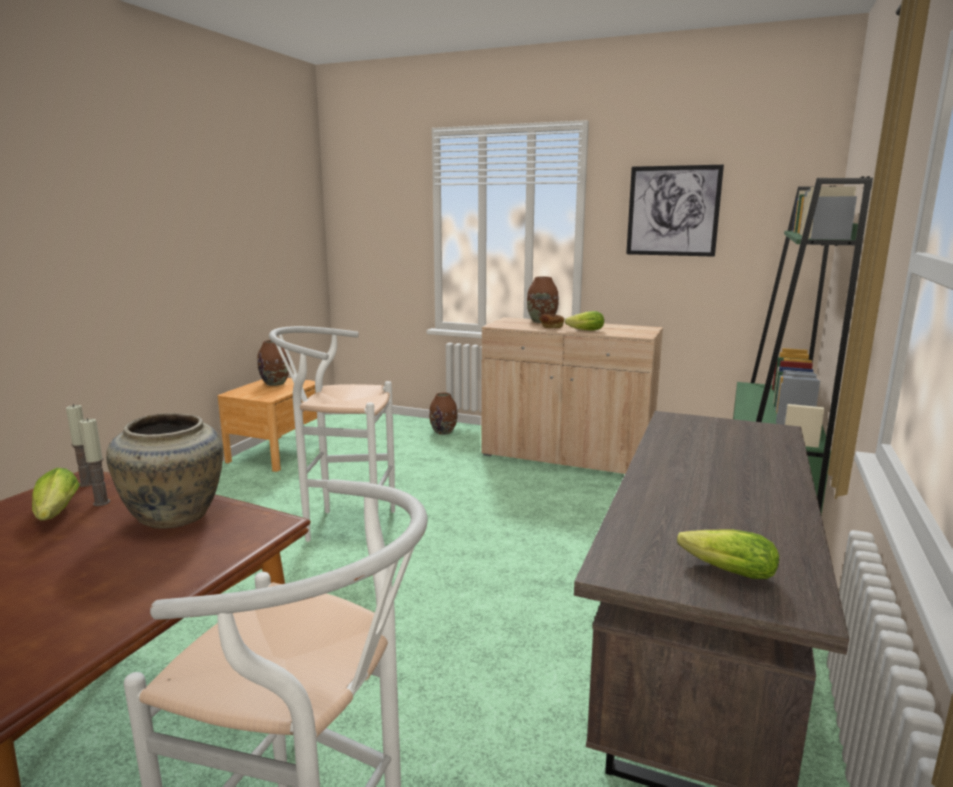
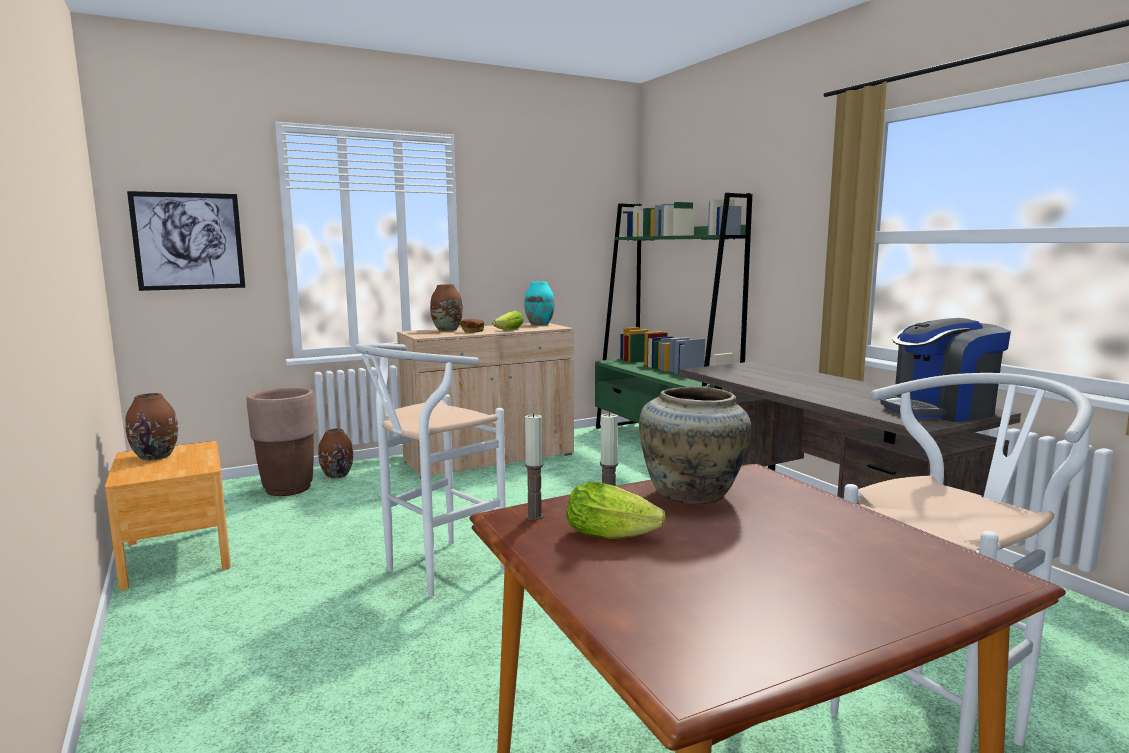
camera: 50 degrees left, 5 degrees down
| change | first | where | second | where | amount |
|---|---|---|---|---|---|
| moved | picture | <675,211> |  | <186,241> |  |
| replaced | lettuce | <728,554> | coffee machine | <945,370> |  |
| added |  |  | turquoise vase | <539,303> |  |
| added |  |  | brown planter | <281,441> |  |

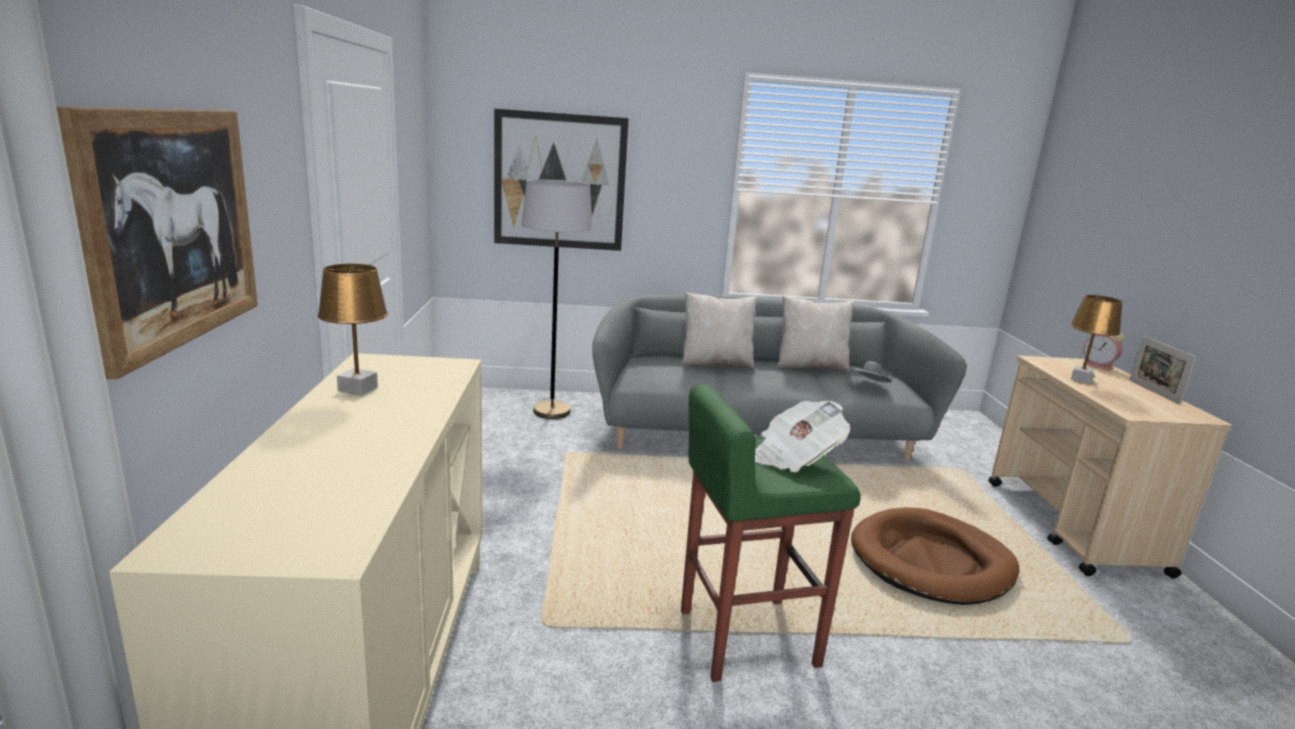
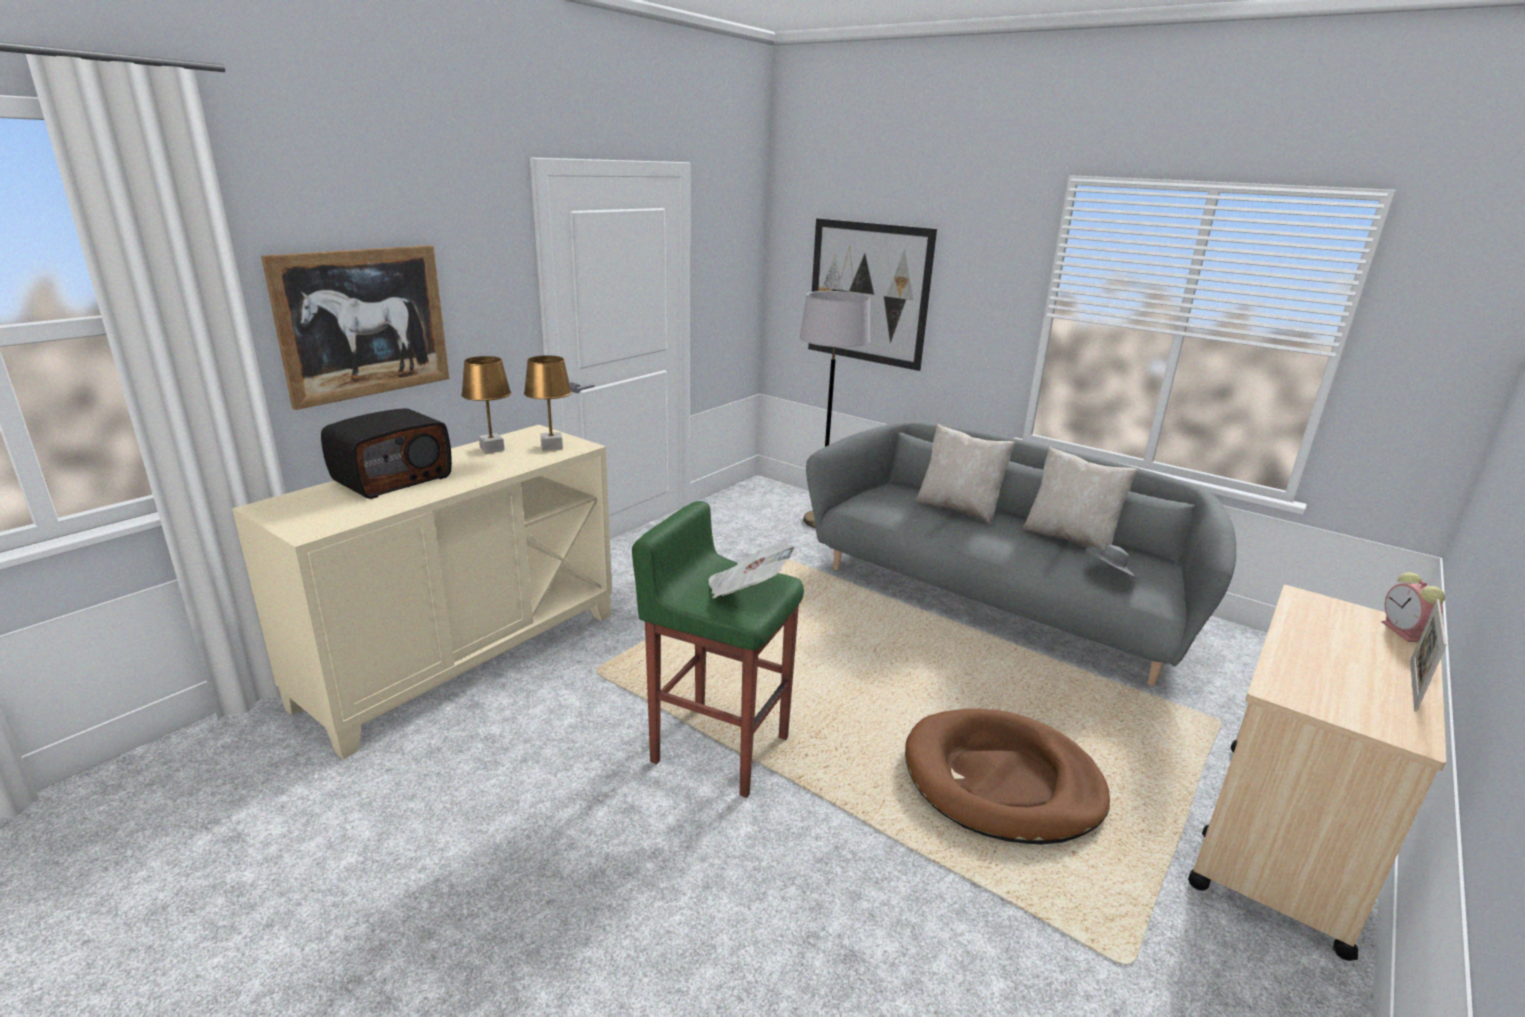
camera: 40 degrees right, 5 degrees up
| change | first | where | second | where | amount |
|---|---|---|---|---|---|
| moved | brown table lamp | <1096,339> |  | <548,403> |  |
| added |  |  | radio | <386,453> |  |

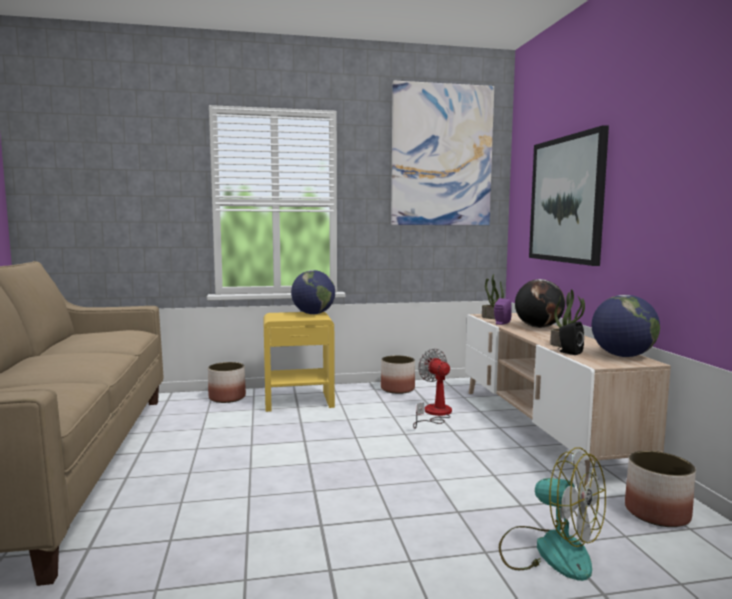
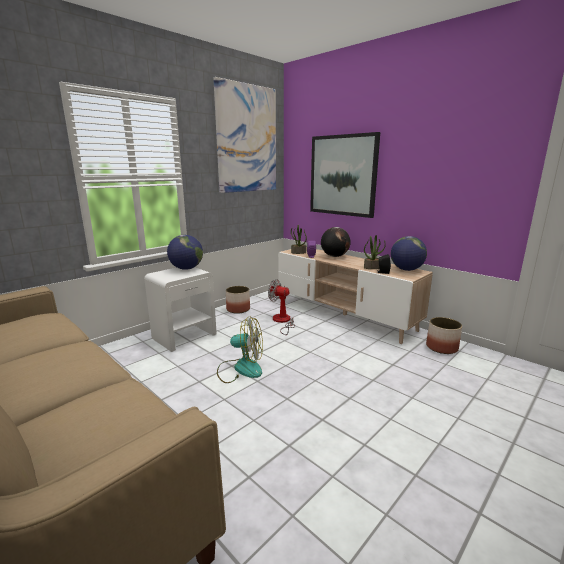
camera: 35 degrees left, 10 degrees up
| change | first | where | second | where | amount |
|---|---|---|---|---|---|
| recoloured | yellow nightstand | <299,362> | white nightstand | <180,309> |  |
| removed | planter | <227,382> |  |  |  |
| moved | fan | <552,514> |  | <240,349> |  |

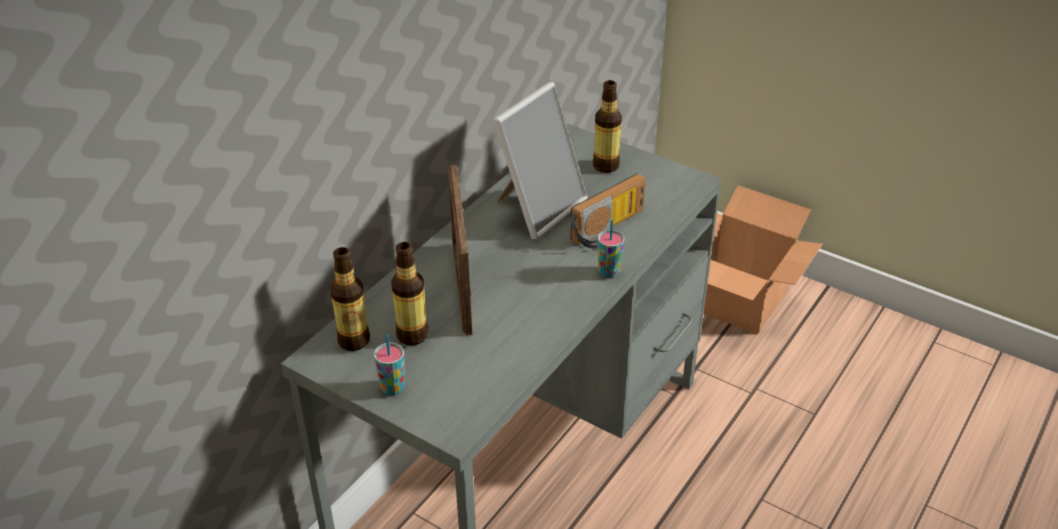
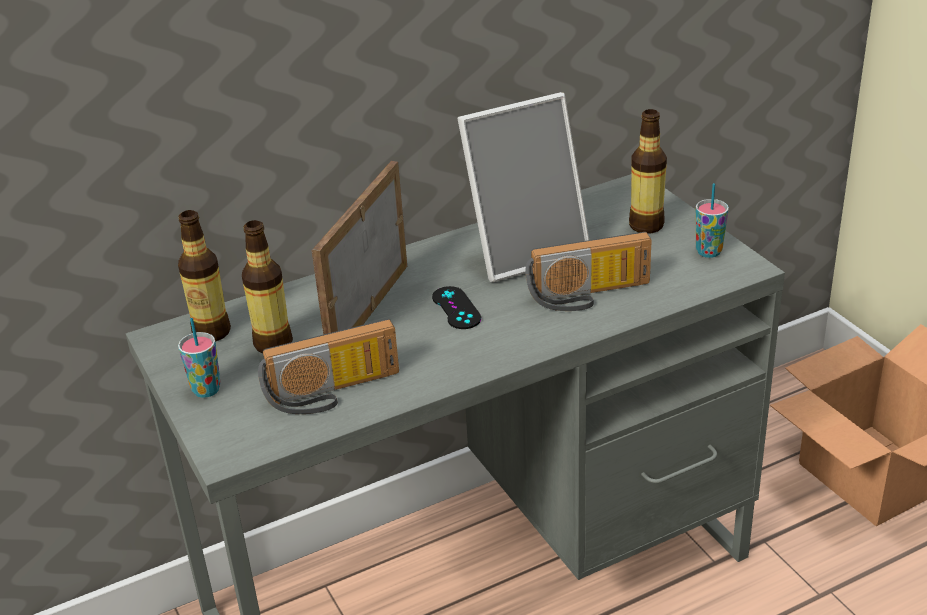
camera: 30 degrees right, 5 degrees down
| change | first | where | second | where | amount |
|---|---|---|---|---|---|
| moved | cup | <610,248> |  | <712,220> |  |
| added |  |  | black game controller | <456,307> |  |
| added |  |  | radio | <328,366> |  |

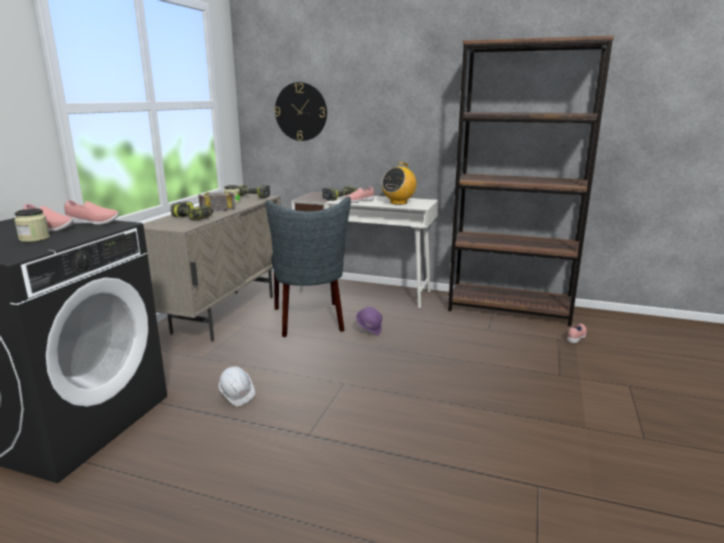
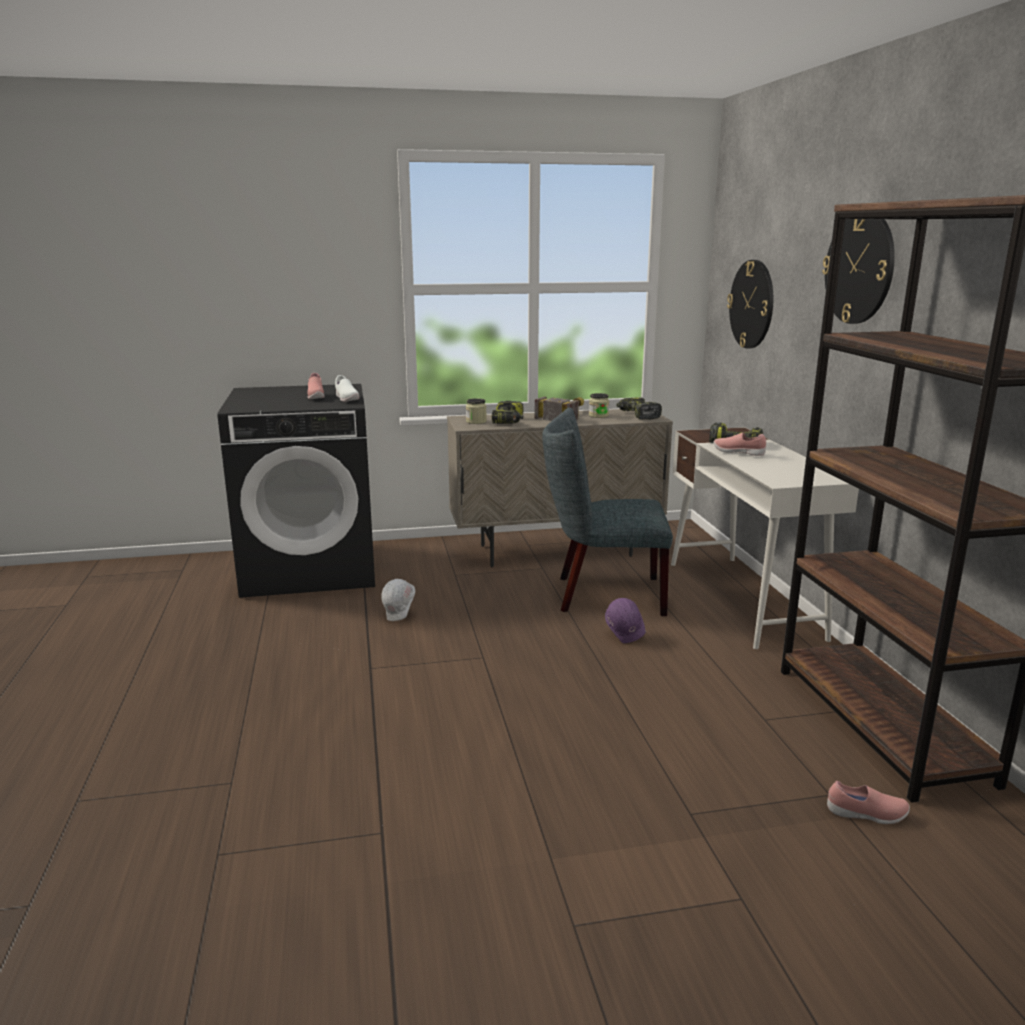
camera: 60 degrees right, 0 degrees up
| change | first | where | second | where | amount |
|---|---|---|---|---|---|
| removed | radio | <399,183> |  |  |  |
| turned | grey chair | <308,266> |  | <607,512> | 45 degrees clockwise |
| recoloured | pink shoe | <91,212> | white shoe | <347,388> |  |
| moved | jar | <32,225> |  | <476,411> |  |
| added |  |  | wall clock | <858,271> |  |

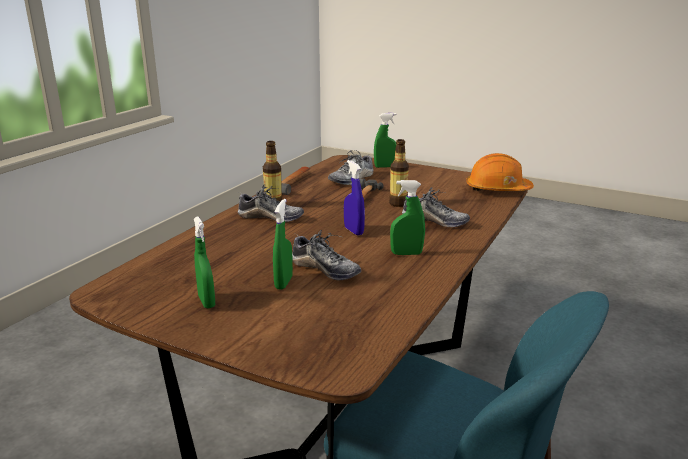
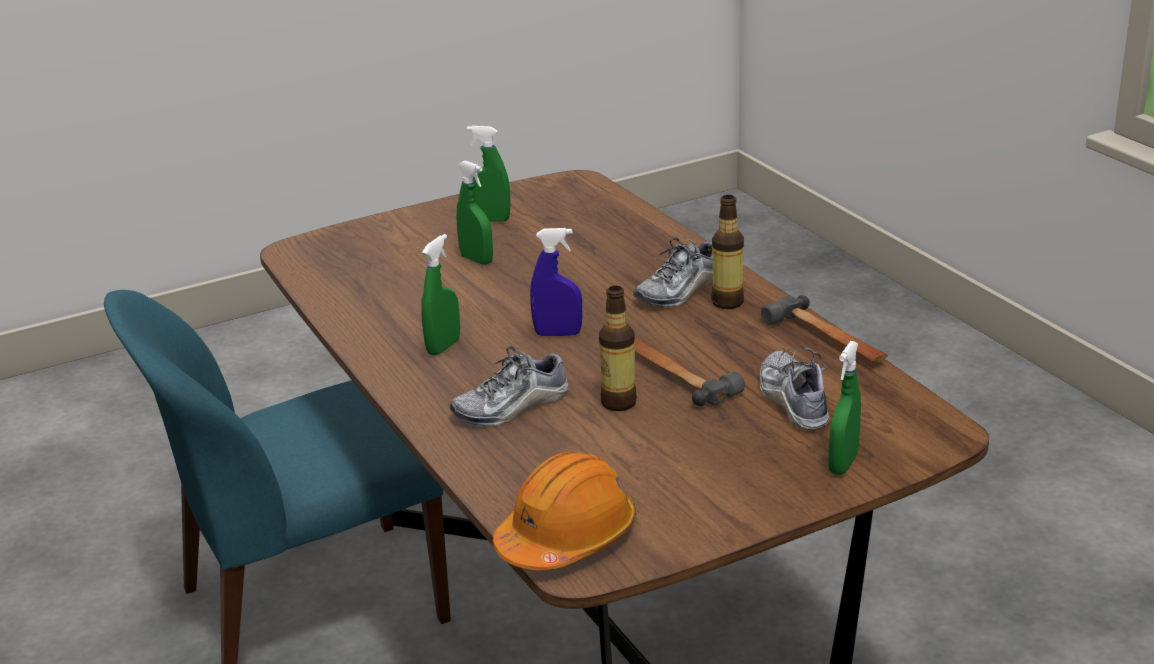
camera: 125 degrees right, 5 degrees up
| change | first | where | second | where | amount |
|---|---|---|---|---|---|
| removed | shoe | <326,255> |  |  |  |

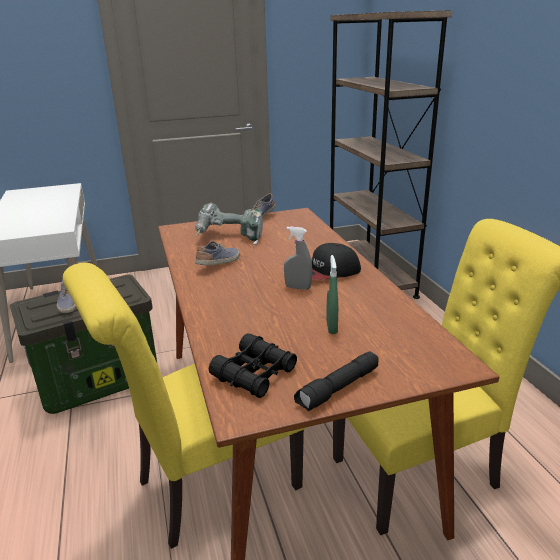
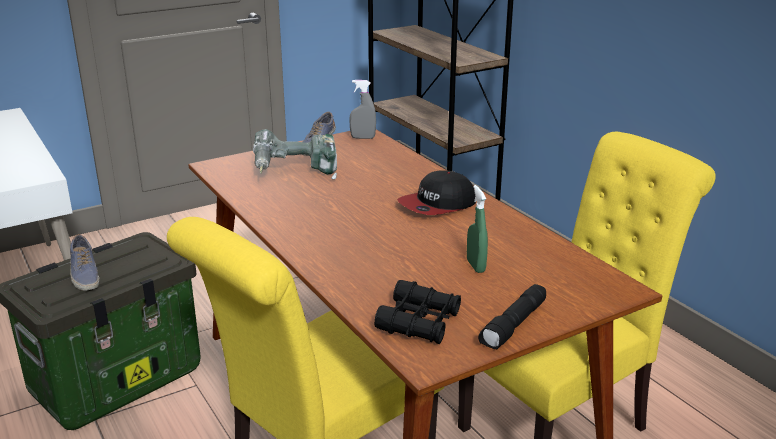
camera: 15 degrees left, 0 degrees up
| change | first | where | second | where | amount |
|---|---|---|---|---|---|
| moved | grey spray bottle | <298,258> |  | <362,109> |  |
| removed | shoe | <217,253> |  |  |  |

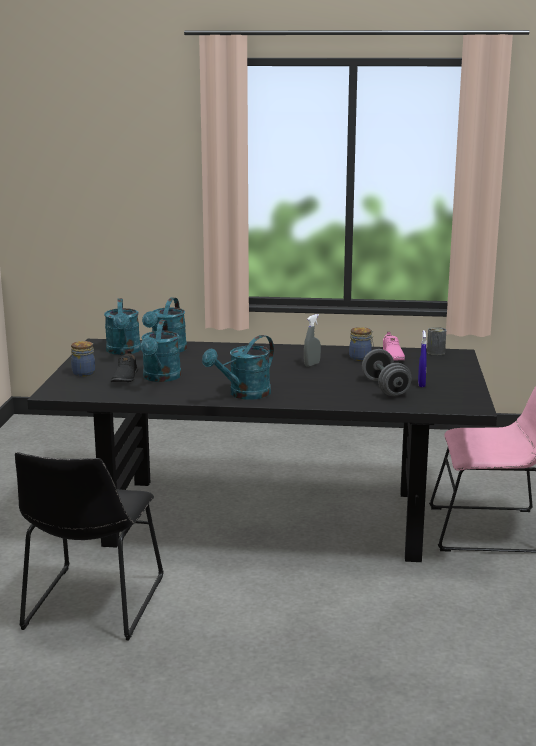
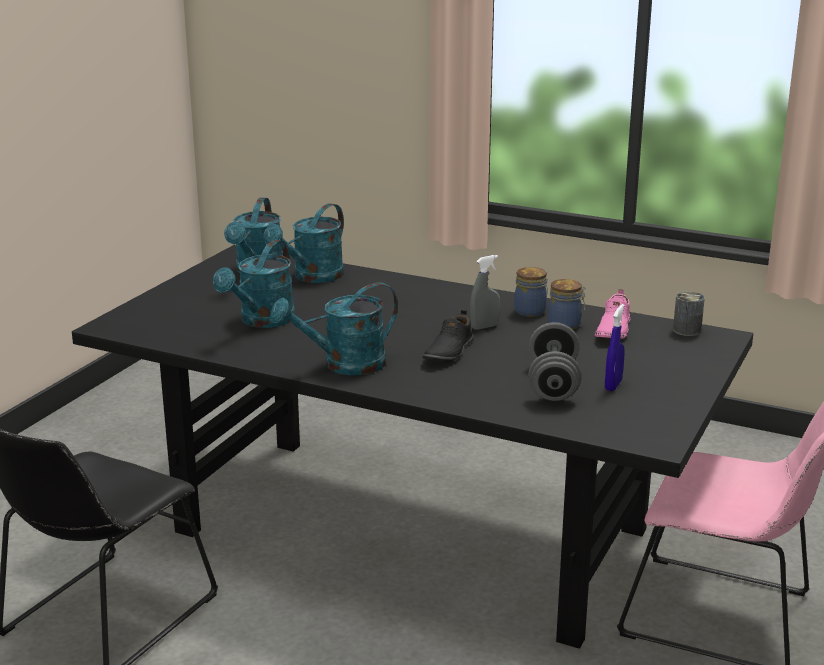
camera: 20 degrees right, 5 degrees up
| change | first | where | second | where | amount |
|---|---|---|---|---|---|
| moved | jar | <83,358> |  | <531,292> |  |
| moved | black shoe | <124,366> |  | <448,335> |  |

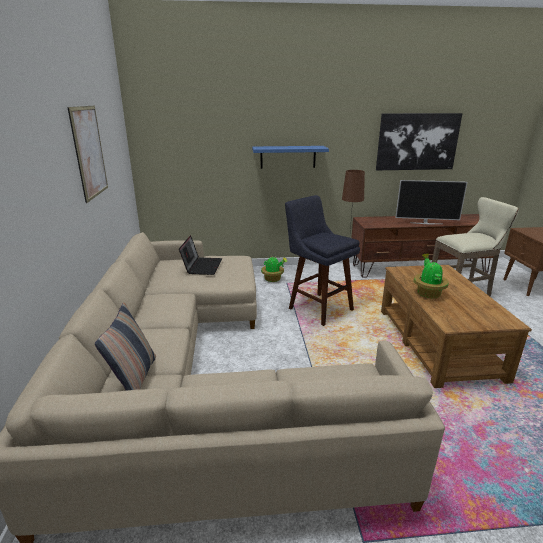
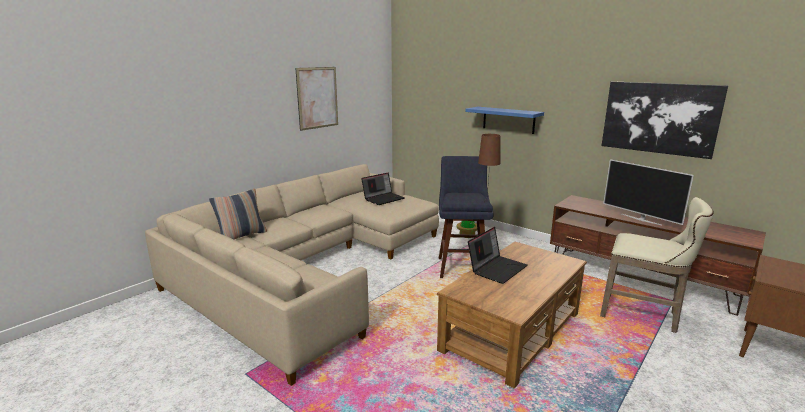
camera: 45 degrees right, 5 degrees down
| change | first | where | second | where | amount |
|---|---|---|---|---|---|
| replaced | potted plant | <431,276> | laptop | <497,255> |  |

